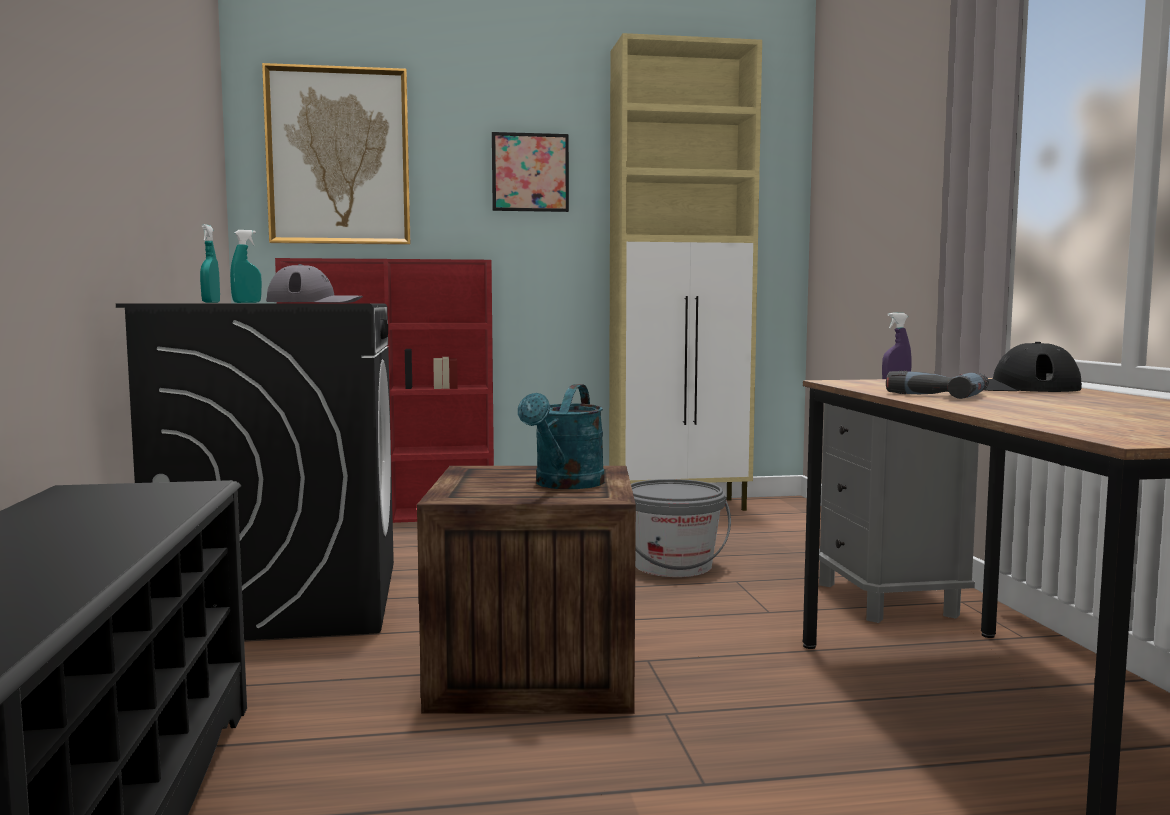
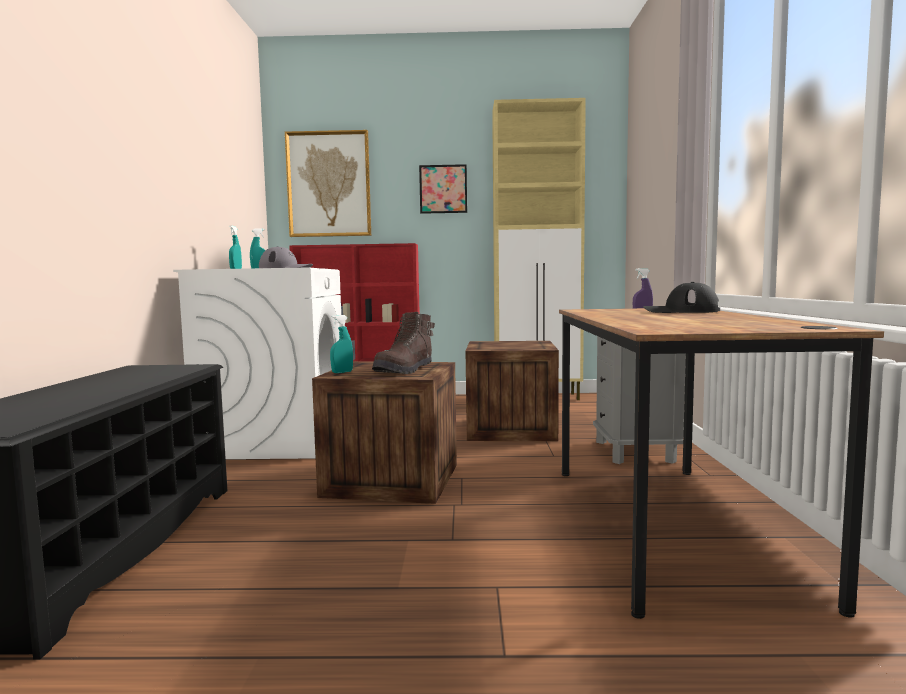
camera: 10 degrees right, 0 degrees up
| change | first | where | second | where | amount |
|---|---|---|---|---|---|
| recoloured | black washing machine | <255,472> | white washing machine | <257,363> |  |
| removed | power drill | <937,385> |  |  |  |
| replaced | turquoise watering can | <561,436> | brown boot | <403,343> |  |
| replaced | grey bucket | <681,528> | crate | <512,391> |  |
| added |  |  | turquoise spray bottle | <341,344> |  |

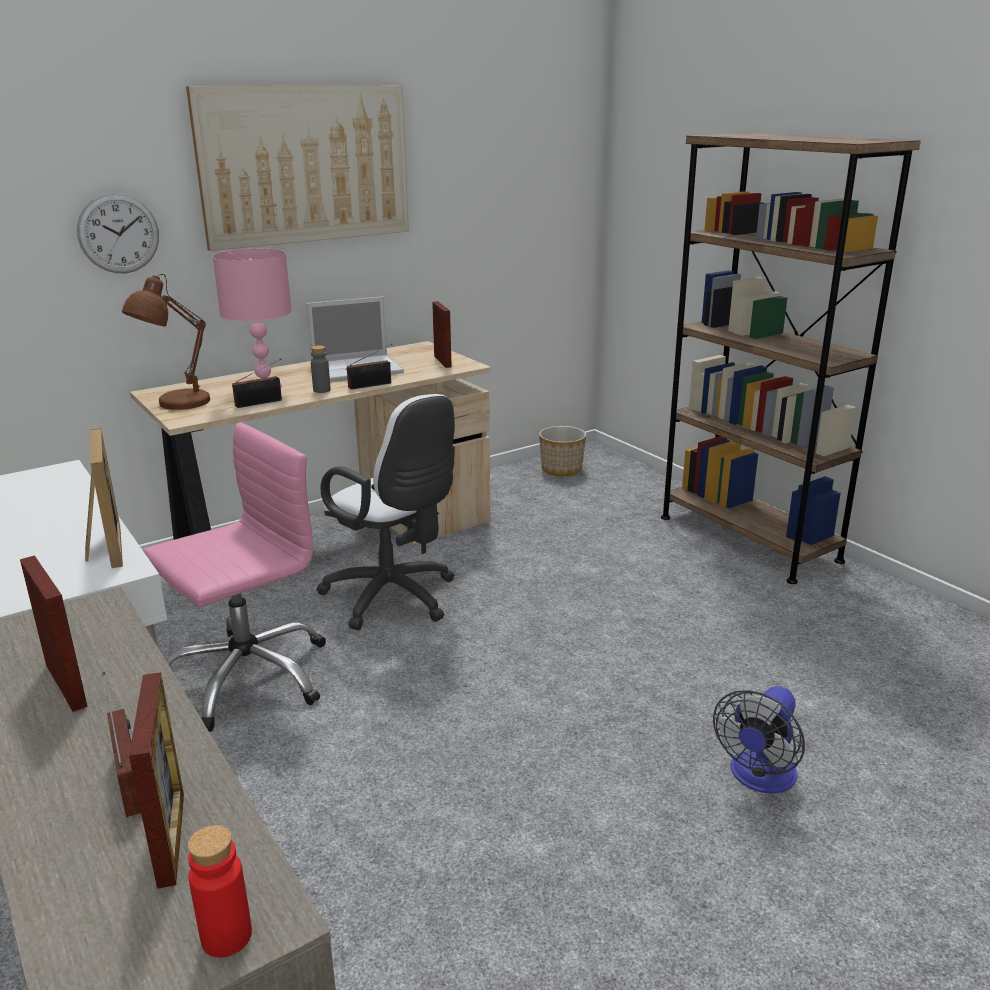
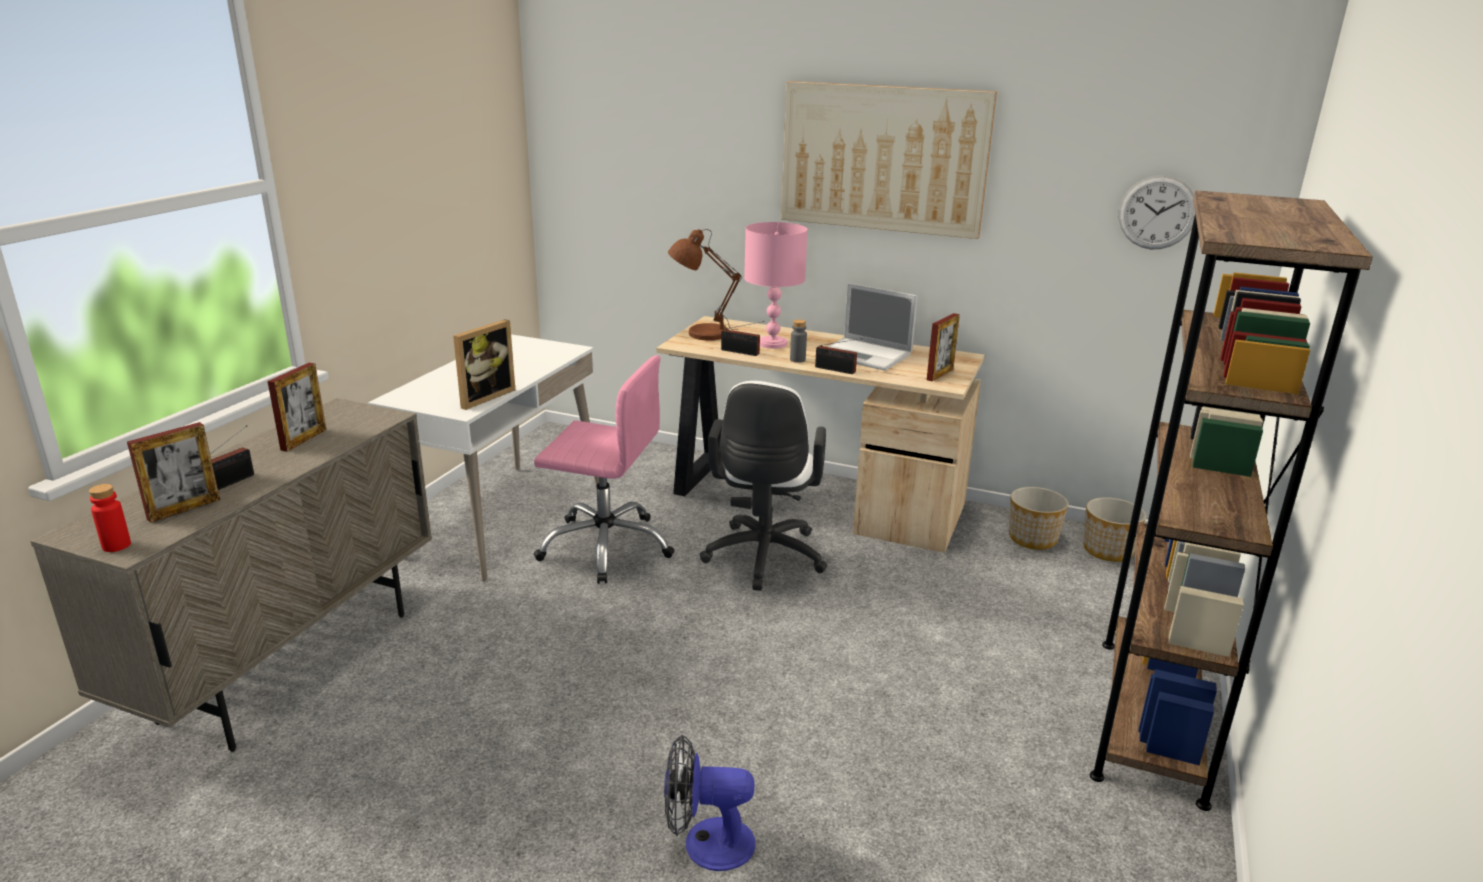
camera: 55 degrees right, 0 degrees up
| change | first | where | second | where | amount |
|---|---|---|---|---|---|
| moved | wall clock | <118,233> |  | <1157,212> |  |
| added |  |  | planter | <1038,518> |  |

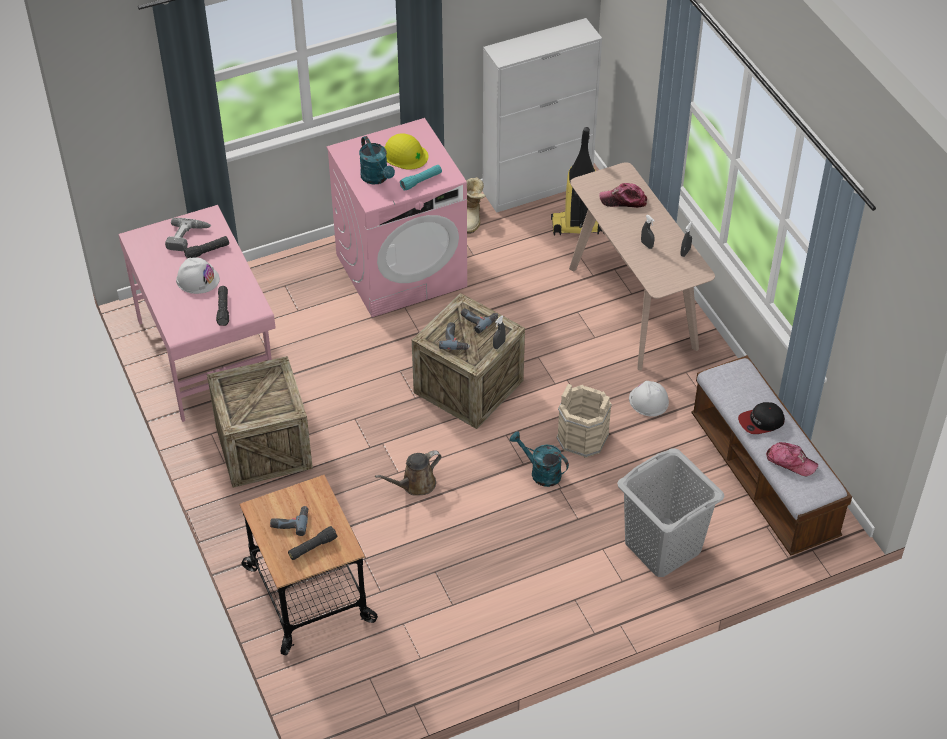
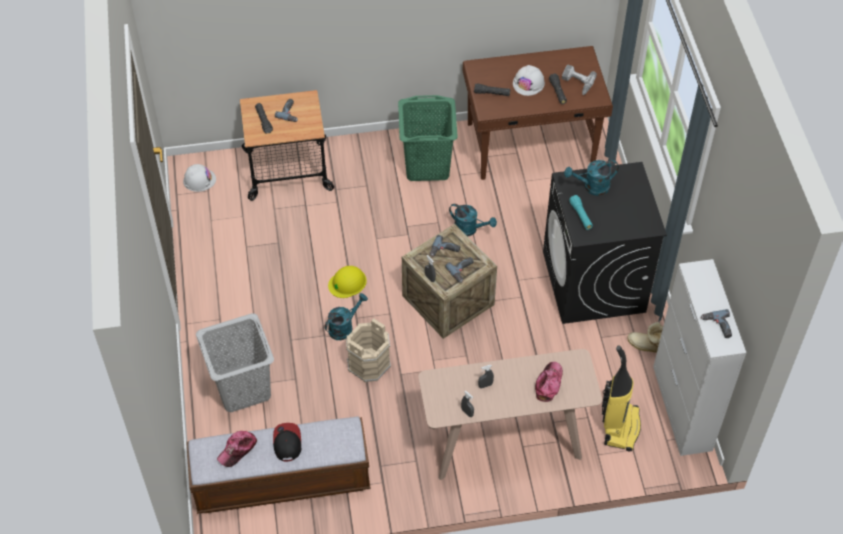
camera: 105 degrees right, 5 degrees up
| change | first | where | second | where | amount |
|---|---|---|---|---|---|
| recoloured | pink washing machine | <396,217> | black washing machine | <605,243> |  |
| moved | yellow hard hat | <406,151> |  | <347,282> |  |
| recoloured | pink desk | <197,313> | brown desk | <538,113> |  |
| replaced | crate | <260,422> | green laundry basket | <428,138> |  |
| moved | white hard hat | <649,399> |  | <199,178> |  |
| removed | brown watering can | <408,473> |  |  |  |
| added |  |  | turquoise watering can | <473,220> |  |
| added |  |  | power drill | <716,323> |  |

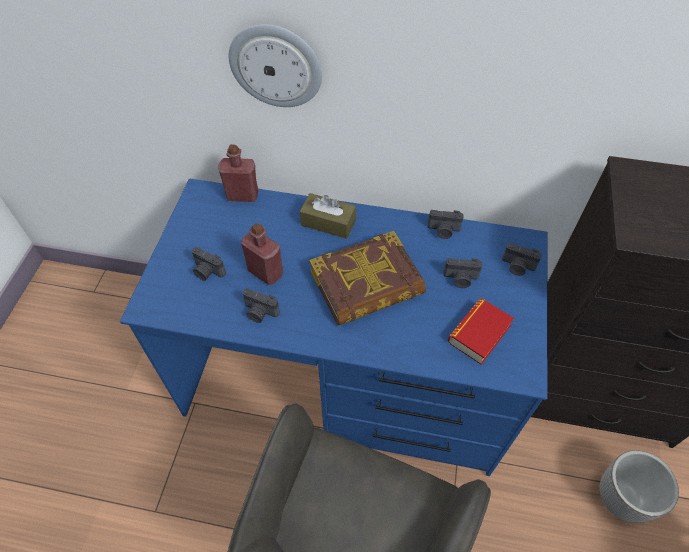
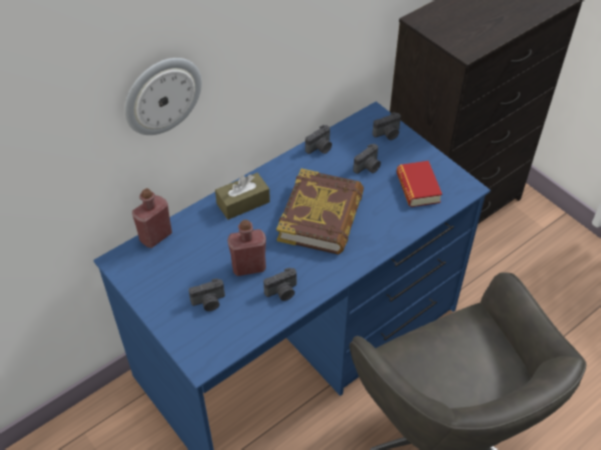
camera: 50 degrees left, 5 degrees down
| change | first | where | second | where | amount |
|---|---|---|---|---|---|
| removed | planter | <639,486> |  |  |  |

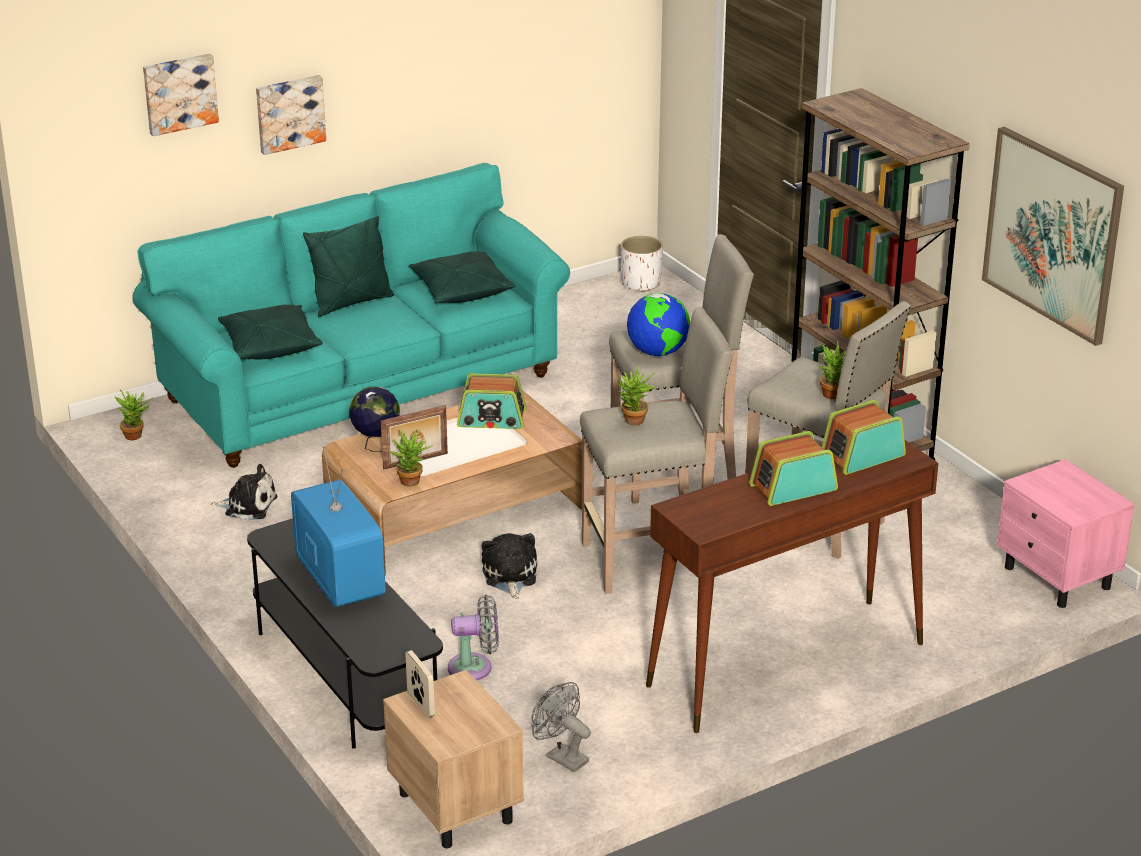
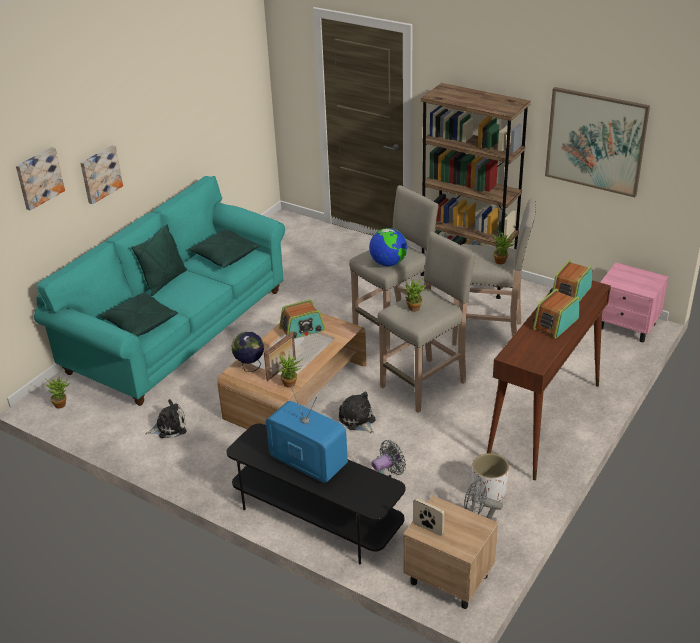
camera: 25 degrees left, 5 degrees up
| change | first | where | second | where | amount |
|---|---|---|---|---|---|
| moved | white planter | <642,264> |  | <490,477> |  |

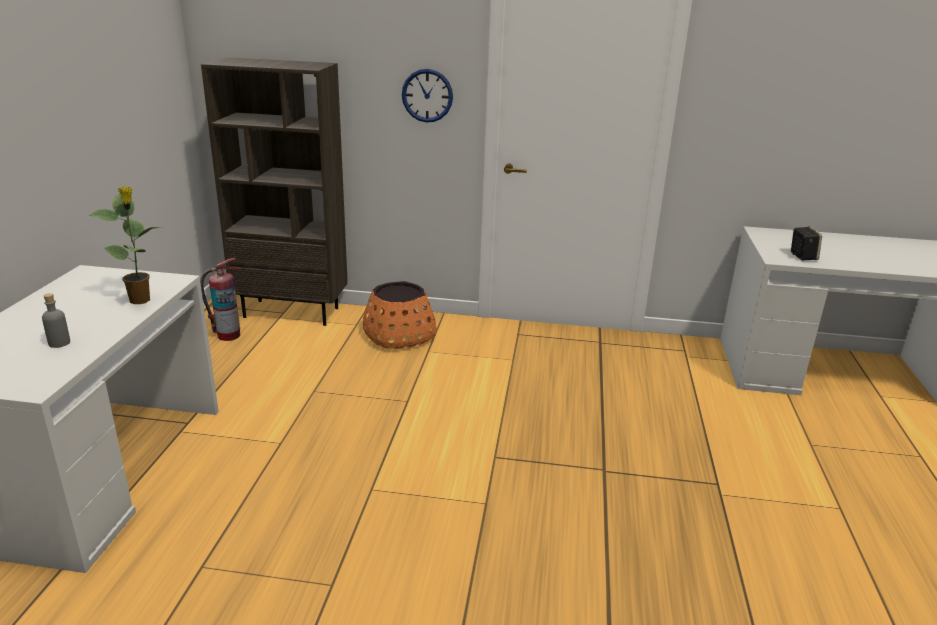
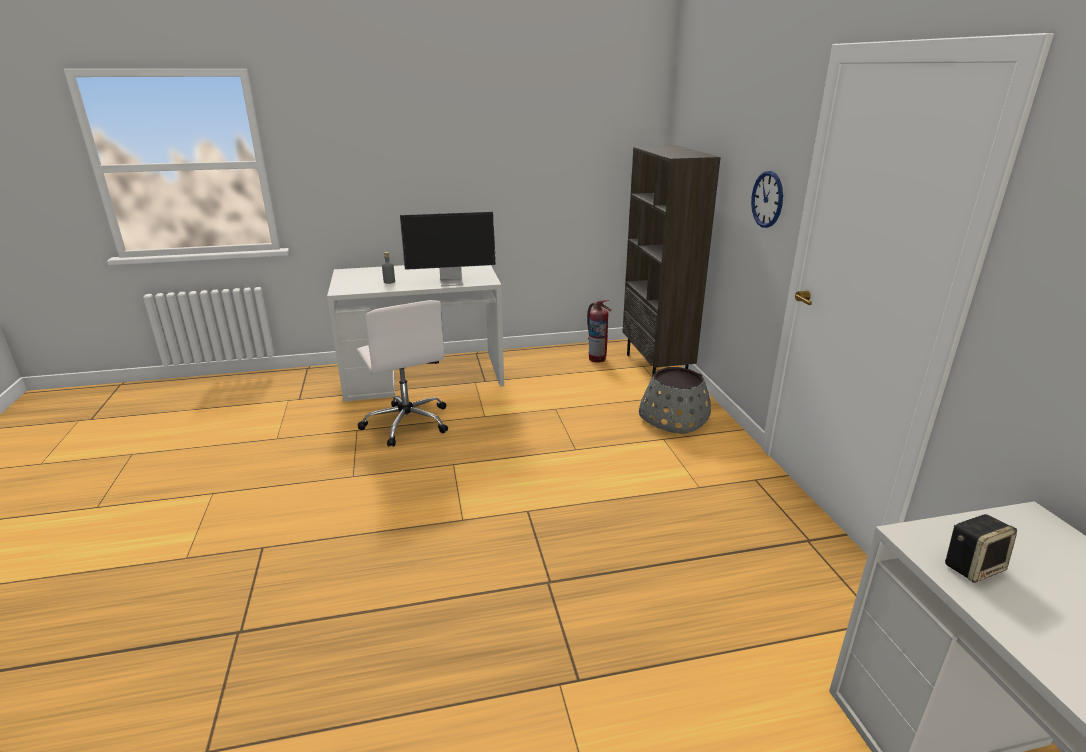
camera: 70 degrees right, 0 degrees up
| change | first | where | second | where | amount |
|---|---|---|---|---|---|
| replaced | potted plant | <123,245> | monitor | <448,249> |  |
| recoloured | orange planter | <400,315> | grey planter | <675,400> |  |
| added |  |  | white office chair | <402,373> |  |

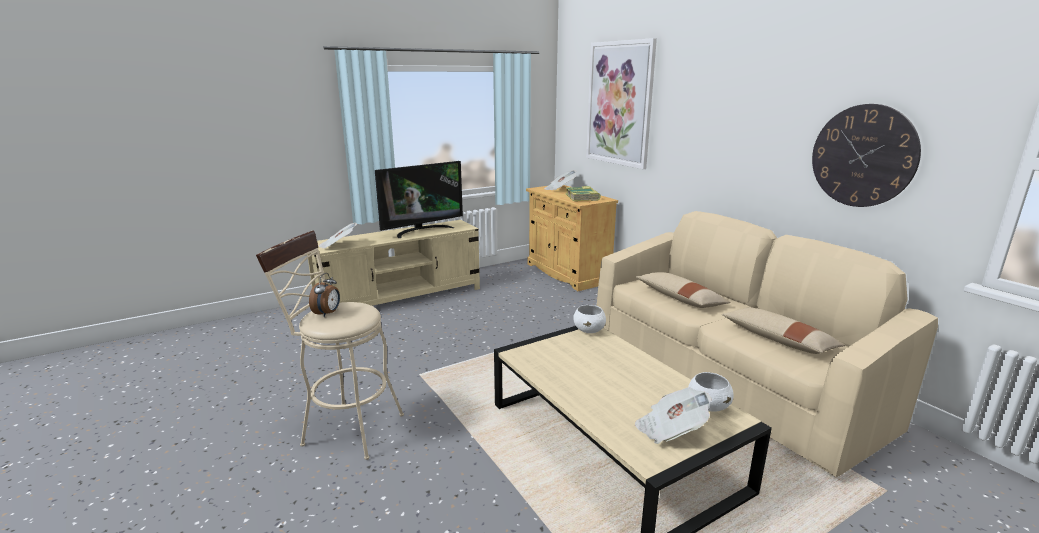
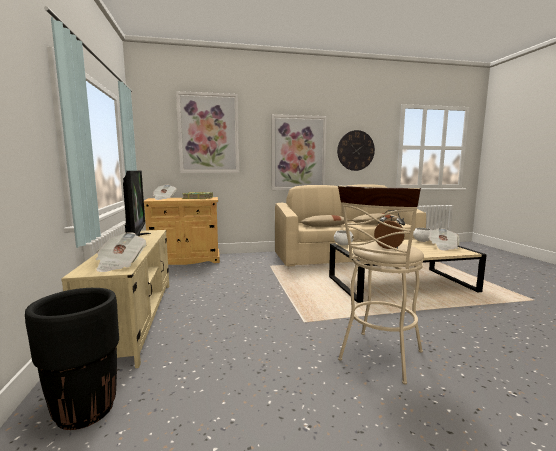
camera: 70 degrees left, 10 degrees down
| change | first | where | second | where | amount |
|---|---|---|---|---|---|
| added |  |  | picture | <299,152> |  |
| added |  |  | black planter | <72,359> |  |

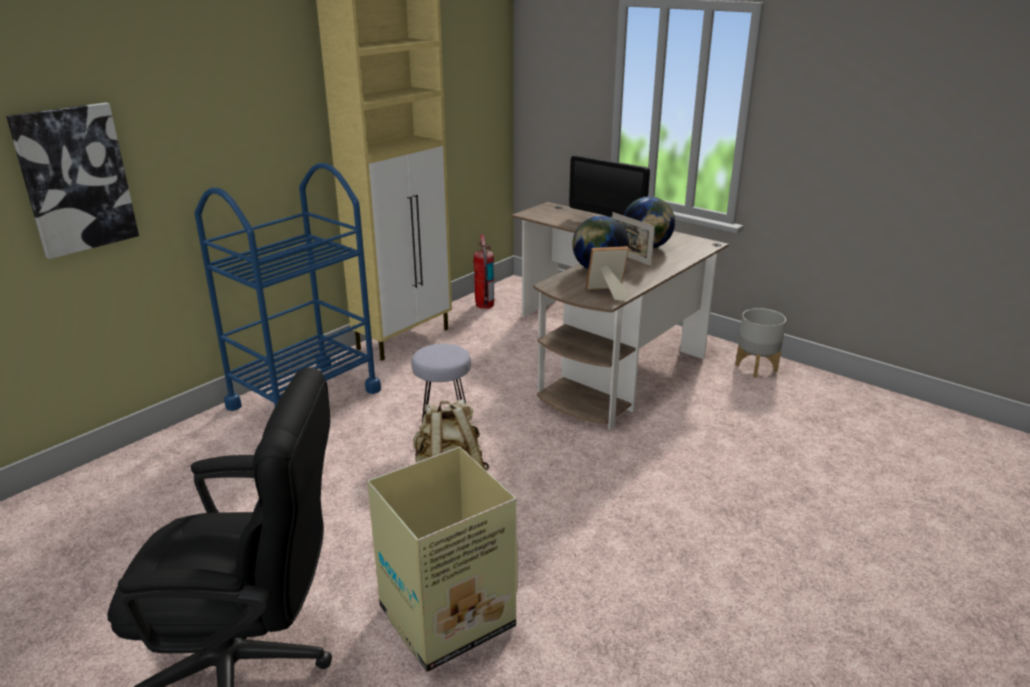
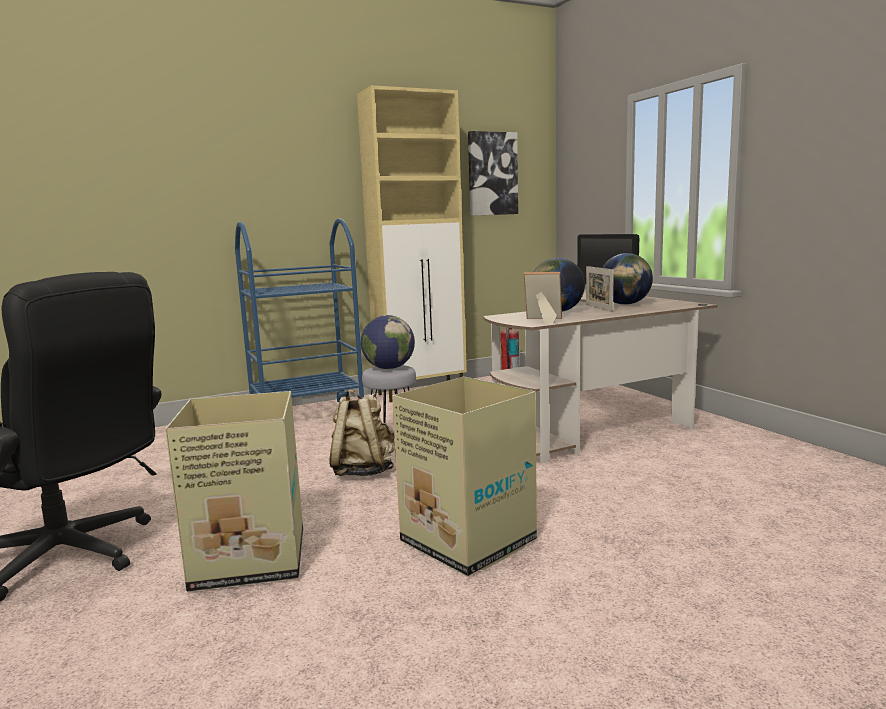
camera: 25 degrees right, 15 degrees down
| change | first | where | second | where | amount |
|---|---|---|---|---|---|
| moved | picture | <72,181> |  | <493,173> |  |
| removed | grey planter | <760,343> |  |  |  |
| added |  |  | globe | <388,342> |  |
| added |  |  | cardboard box | <464,476> |  |

